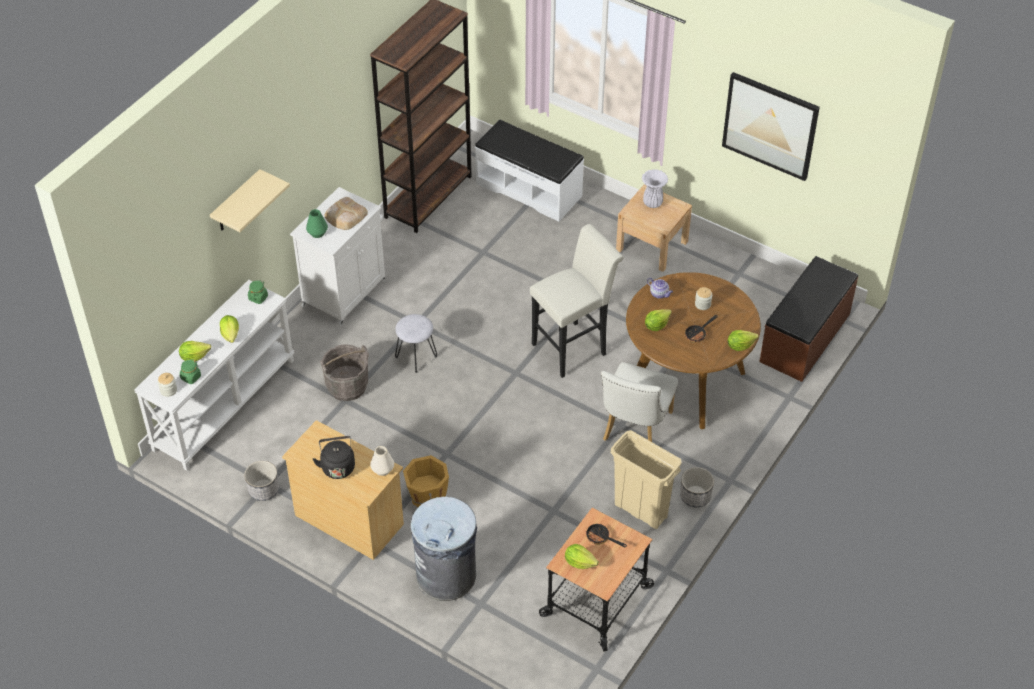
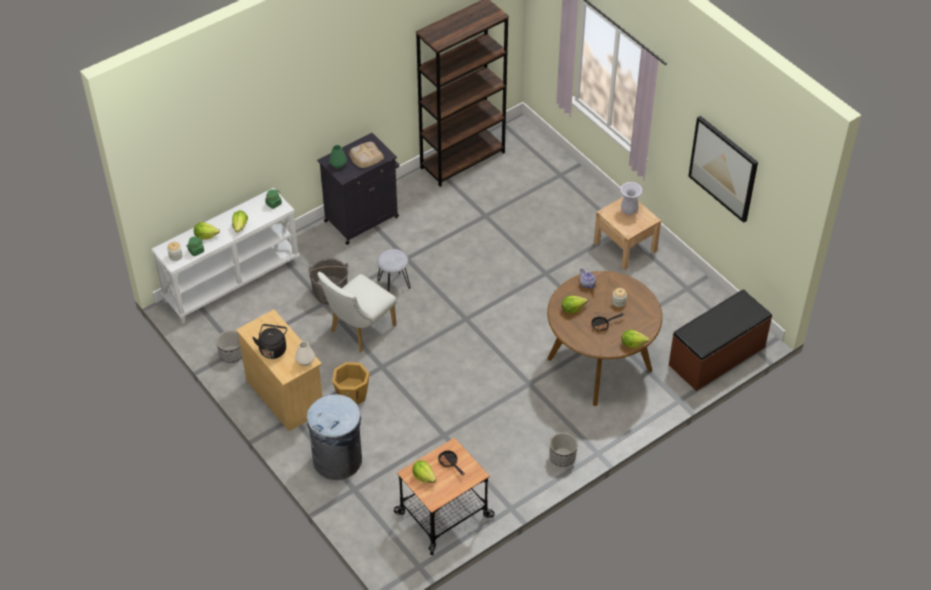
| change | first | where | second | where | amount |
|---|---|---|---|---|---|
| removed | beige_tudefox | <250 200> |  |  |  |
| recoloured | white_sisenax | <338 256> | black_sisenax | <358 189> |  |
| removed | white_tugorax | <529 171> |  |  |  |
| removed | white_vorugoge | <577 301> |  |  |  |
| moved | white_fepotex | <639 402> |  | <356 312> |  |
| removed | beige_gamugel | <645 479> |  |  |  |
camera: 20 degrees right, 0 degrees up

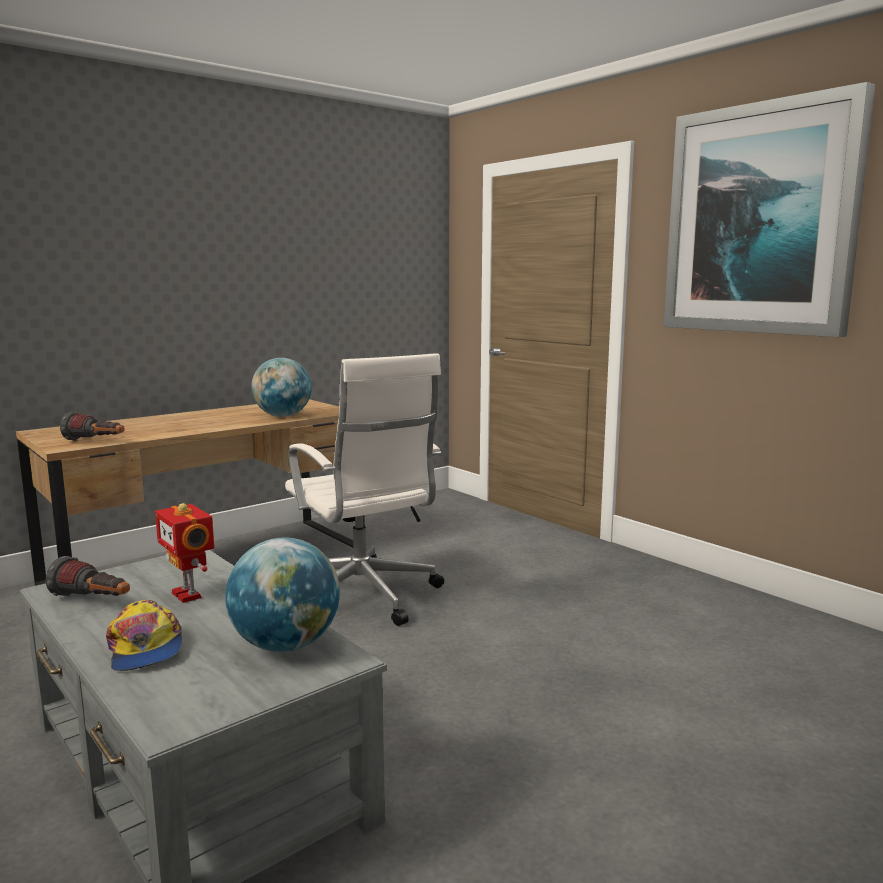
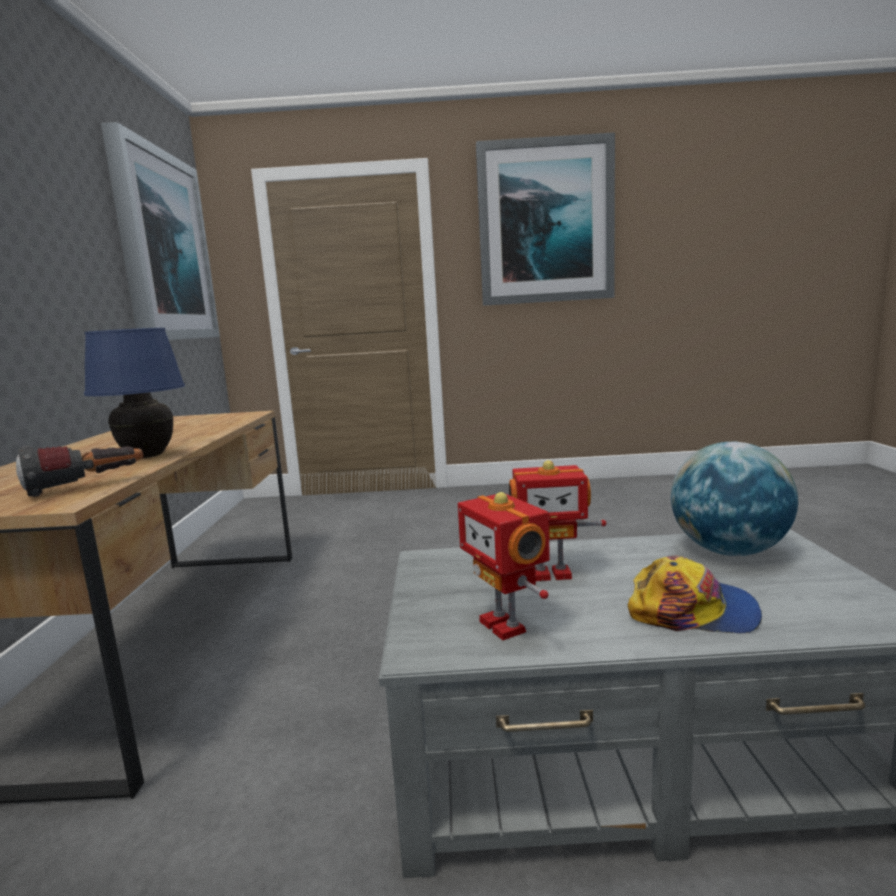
| change | first | where | second | where | amount |
|---|---|---|---|---|---|
| replaced | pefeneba | <88 576> | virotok | <504 566> |  |
| removed | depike | <281 387> |  |  |  |
| removed | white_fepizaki | <364 489> |  |  |  |
| added |  |  | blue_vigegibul | <134 393> |  |
| added |  |  | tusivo | <160 231> |  |
camera: 50 degrees left, 0 degrees up

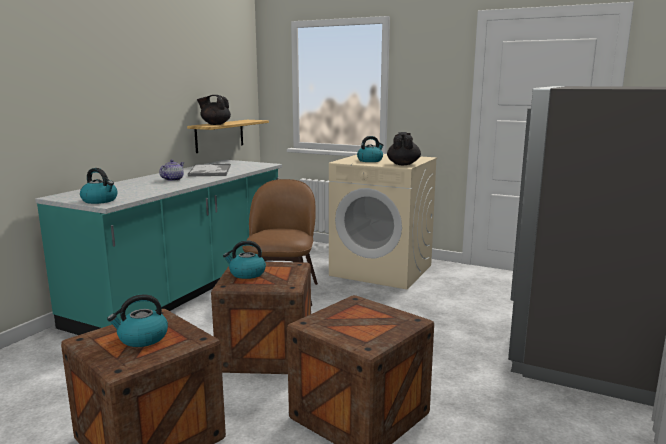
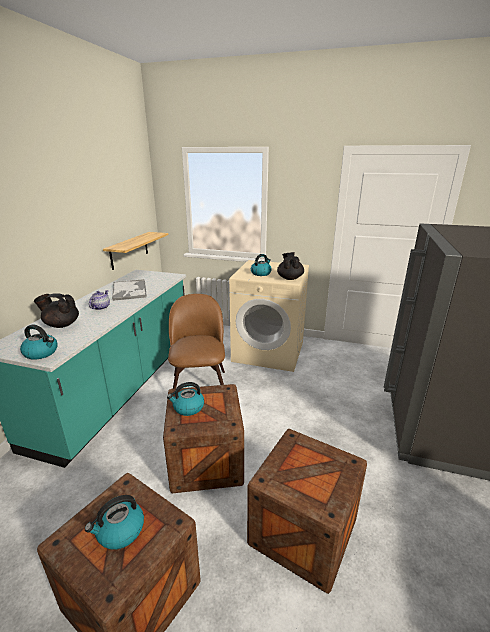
| change | first | where | second | where | amount |
|---|---|---|---|---|---|
| moved | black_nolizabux | <214 110> |  | <56 310> |  |
camera: 10 degrees left, 10 degrees up

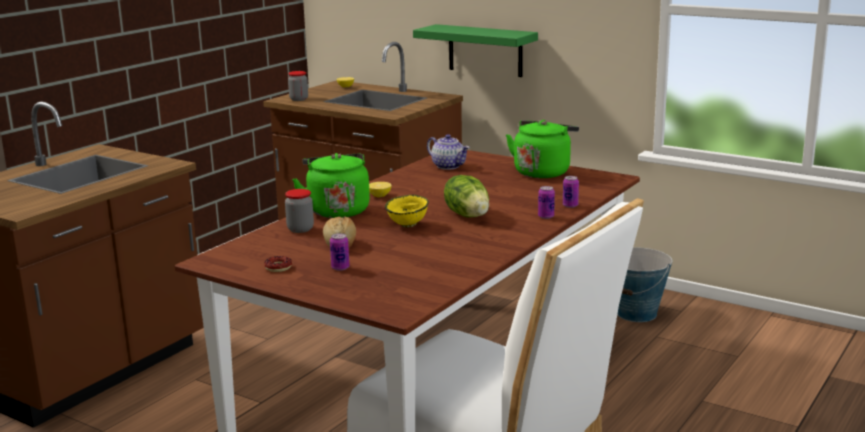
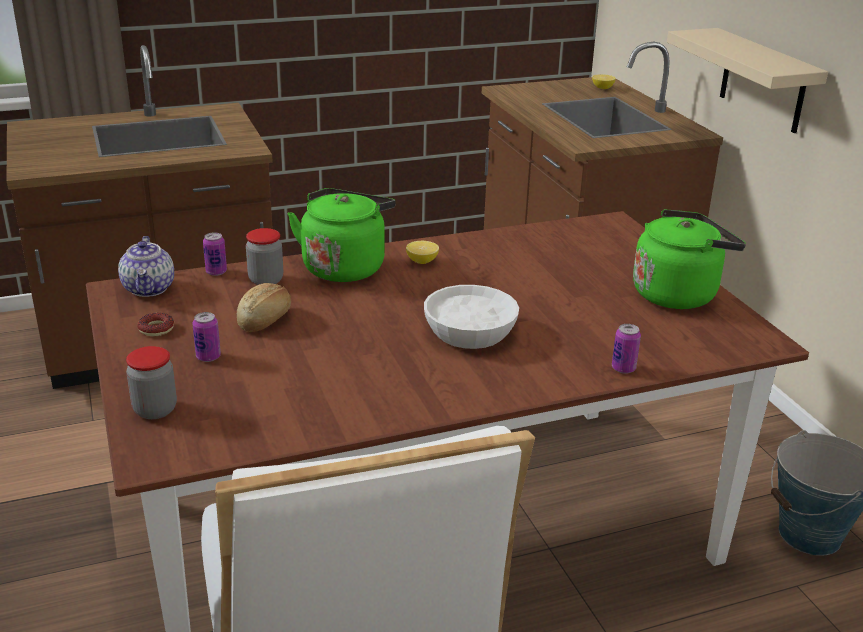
| change | first | where | second | where | amount |
|---|---|---|---|---|---|
| moved | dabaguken | <298 86> |  | <151 382> |  |
| removed | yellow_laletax | <407 211> |  |  |  |
| recoloured | green_tudefox | <475 50> | beige_tudefox | <747 80> |  |
| moved | nolizabux | <448 152> |  | <146 266> |  |
| replaced | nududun | <466 196> | white_laletax | <471 317> |  |
| moved | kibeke | <546 202> |  | <215 254> |  |
camera: 35 degrees right, 10 degrees up

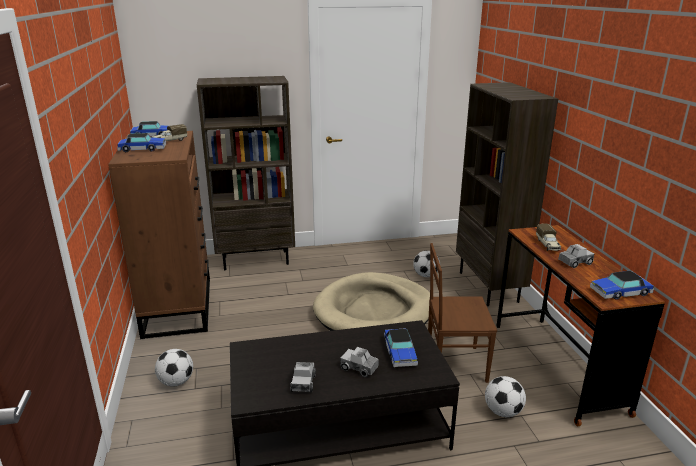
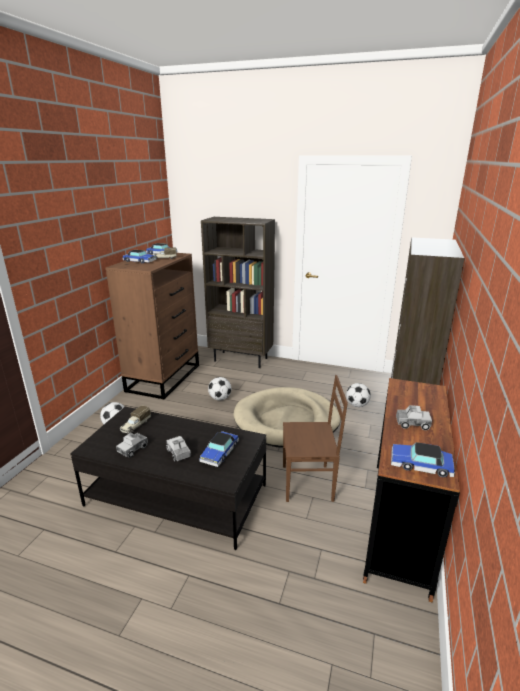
| change | first | where | second | where | amount |
|---|---|---|---|---|---|
| turned | brown_fepotex | <462 313> |  | <315 438> | 150 degrees clockwise |
| moved | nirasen | <505 396> |  | <219 388> |  |
| moved | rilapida | <548 237> |  | <135 419> |  |
camera: 30 degrees right, 0 degrees up

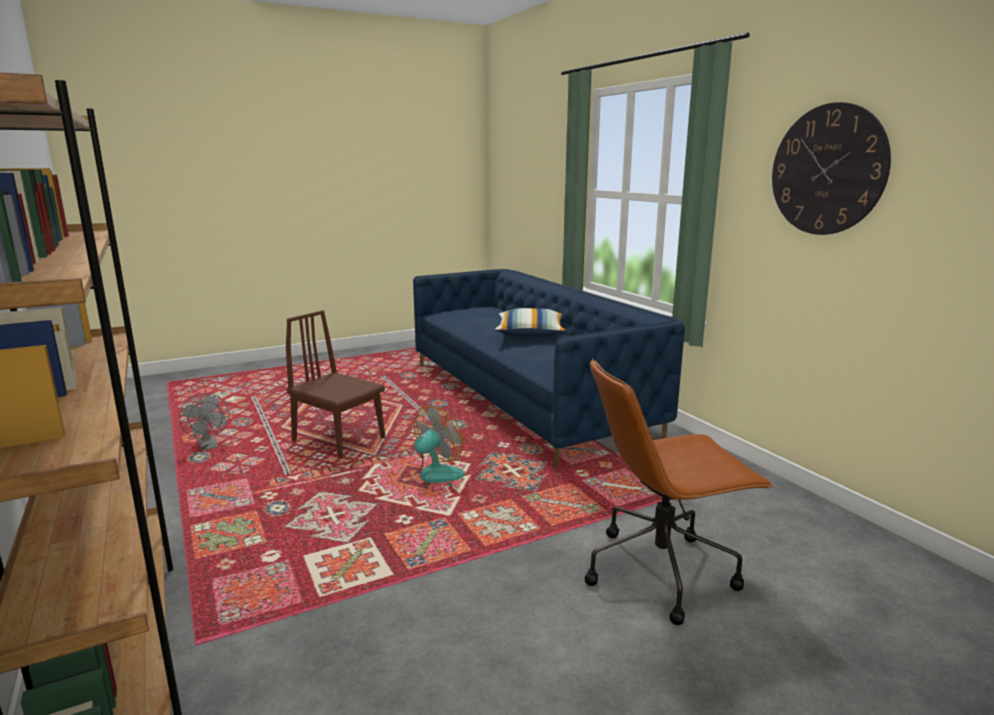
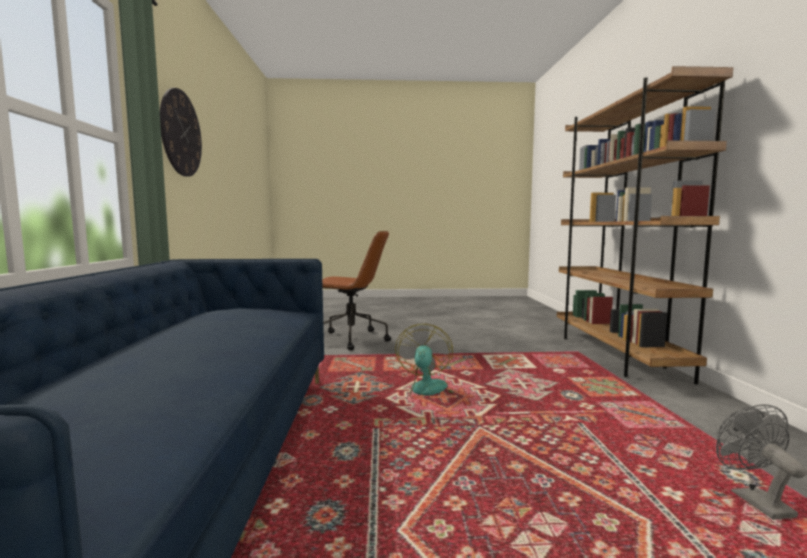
| change | first | where | second | where | amount |
|---|---|---|---|---|---|
| removed | brown_fepotex | <335 384> |  |  |  |
| turned | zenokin | <434 446> |  | <424 364> | 120 degrees clockwise |
| removed | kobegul | <530 322> |  |  |  |
camera: 155 degrees left, 10 degrees down

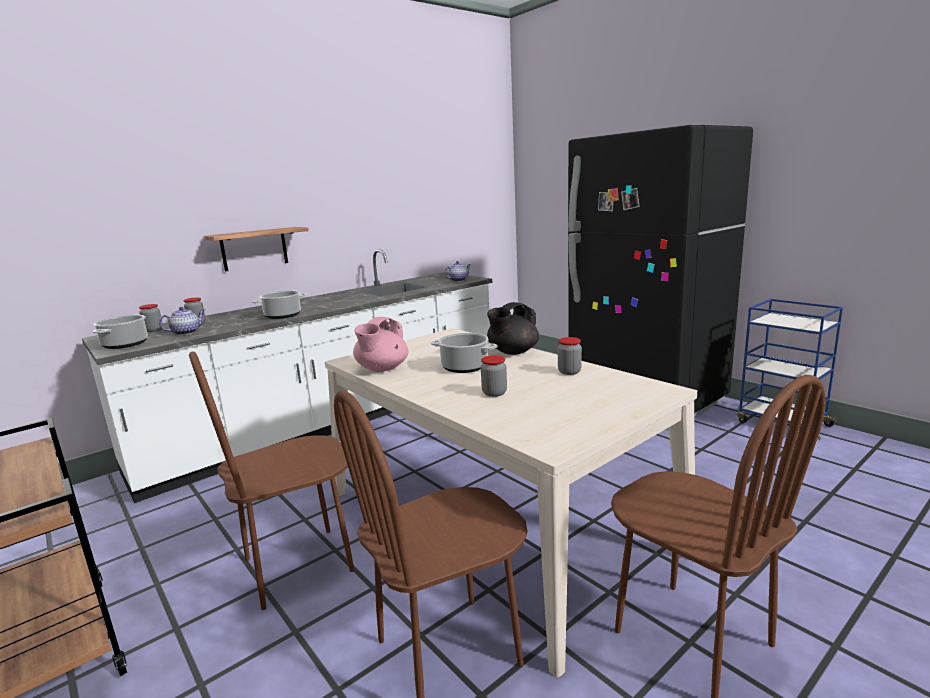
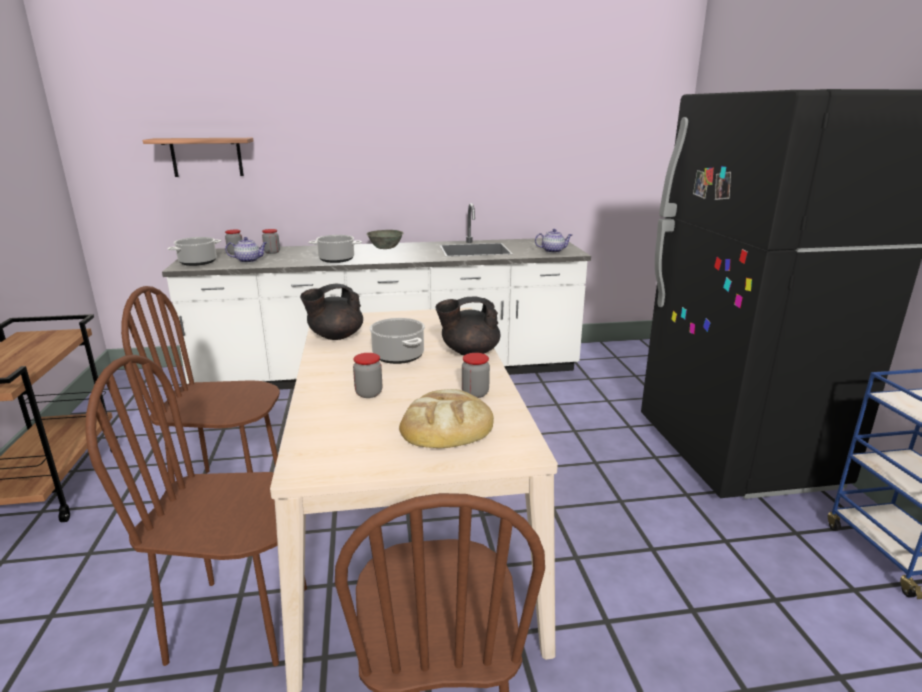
| change | first | where | second | where | amount |
|---|---|---|---|---|---|
| moved | tudefox | <256 249> |  | <198 157> |  |
| recoloured | pink_nolizabux | <380 344> | black_nolizabux | <331 312> |  |
| added |  |  | grey_laletax | <385 239> |  |
| added |  |  | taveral | <446 418> |  |
camera: 30 degrees right, 5 degrees up

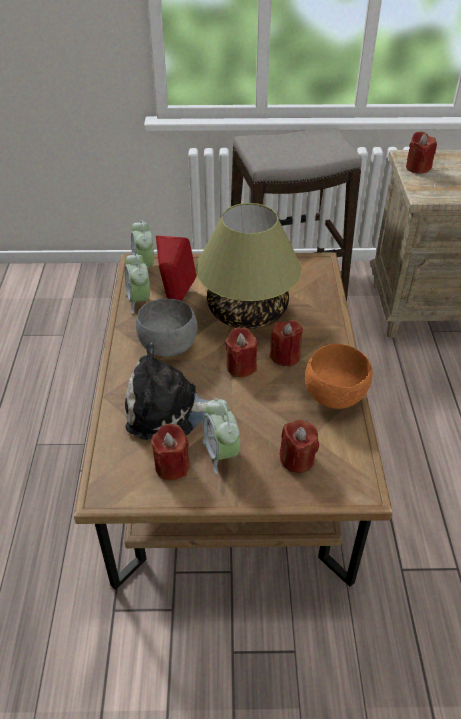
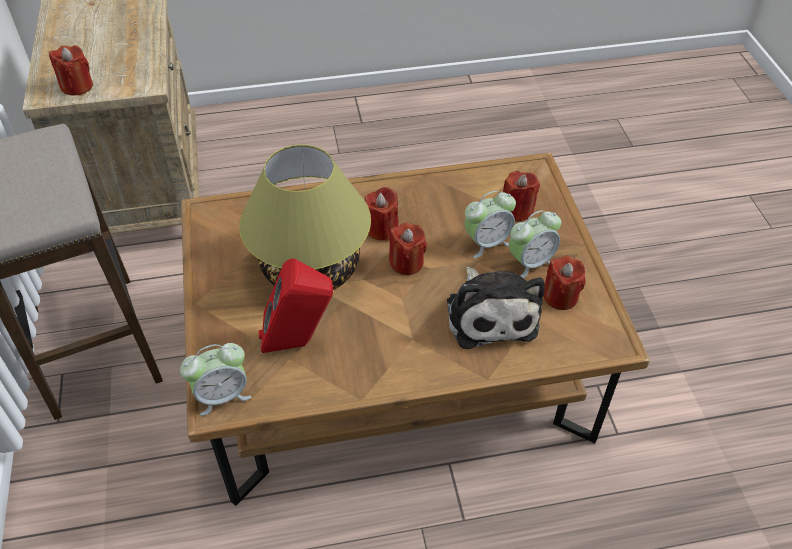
| change | first | where | second | where | amount |
|---|---|---|---|---|---|
| moved | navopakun | <137 283> |  | <490 224> |  |
| removed | grey_laletax | <166 328> |  |  |  |
| removed | orange_laletax | <338 376> |  |  |  |
camera: 100 degrees left, 5 degrees up

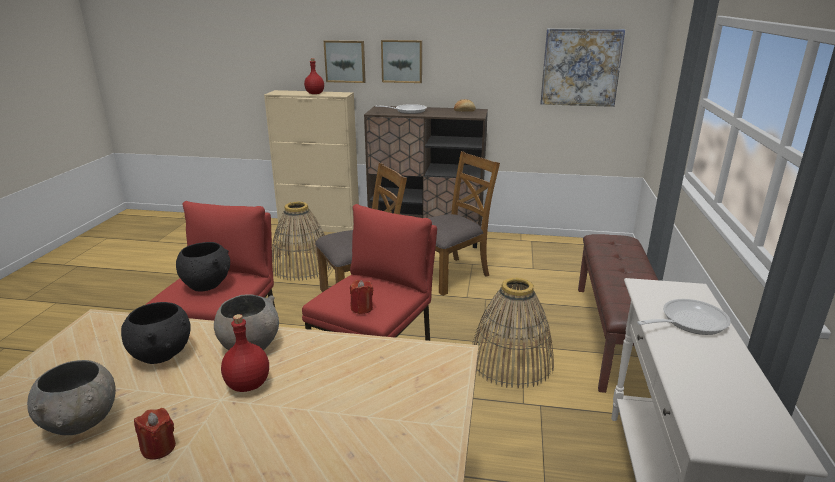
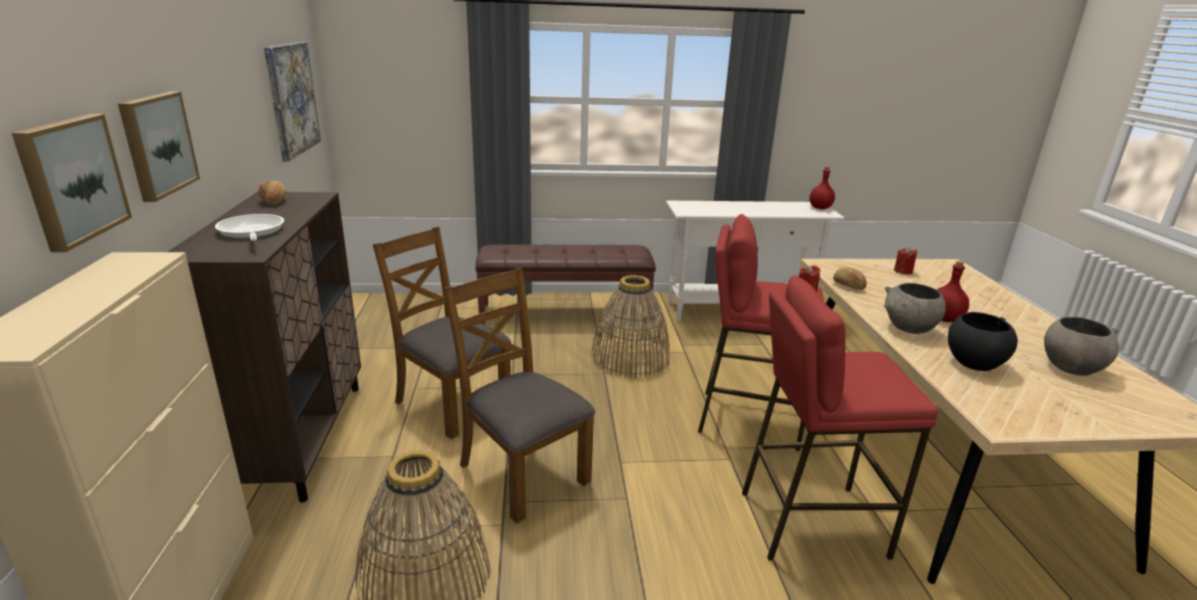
| change | first | where | second | where | amount |
|---|---|---|---|---|---|
| moved | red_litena | <155 434> |  | <906 261> |  |
| removed | black_laletax | <203 266> |  |  |  |
| moved | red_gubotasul | <314 76> |  | <822 187> |  |
| removed | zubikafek | <684 317> |  |  |  |
| added |  |  | taveral | <850 278> |  |
camera: 105 degrees left, 0 degrees up

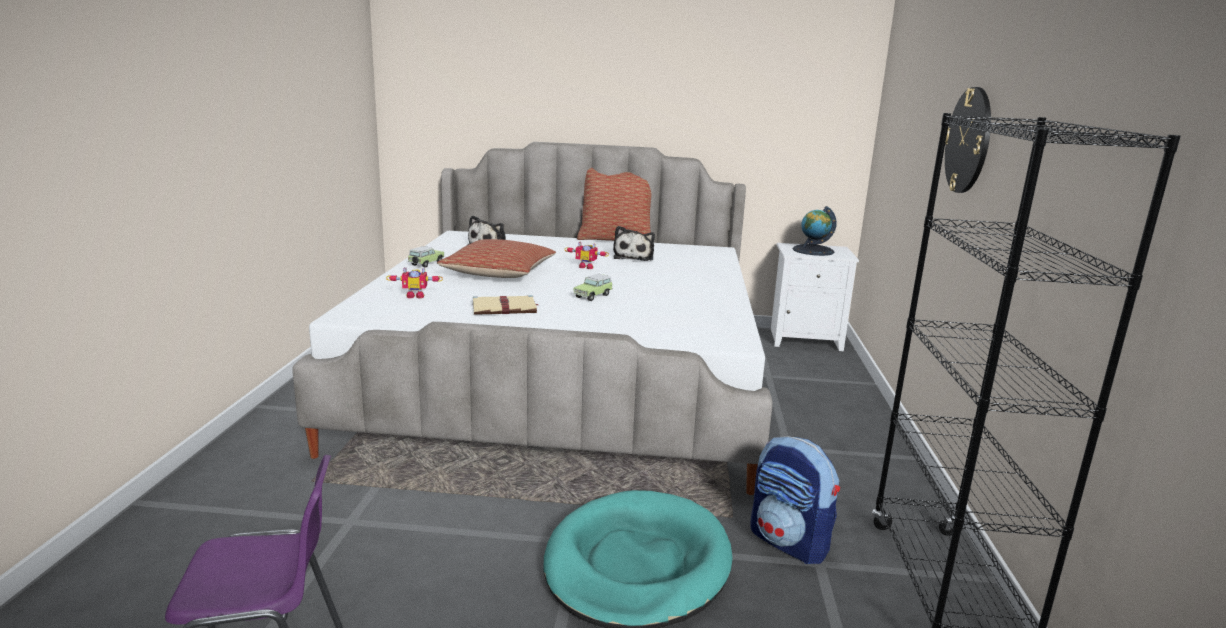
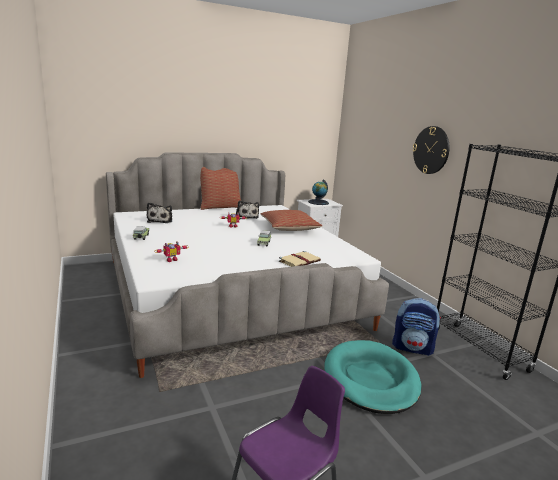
| change | first | where | second | where | amount |
|---|---|---|---|---|---|
| moved | kobegul | <496 258> |  | <291 220> |  |
| moved | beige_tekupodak | <505 305> |  | <300 259> |  |
camera: 30 degrees left, 0 degrees up

